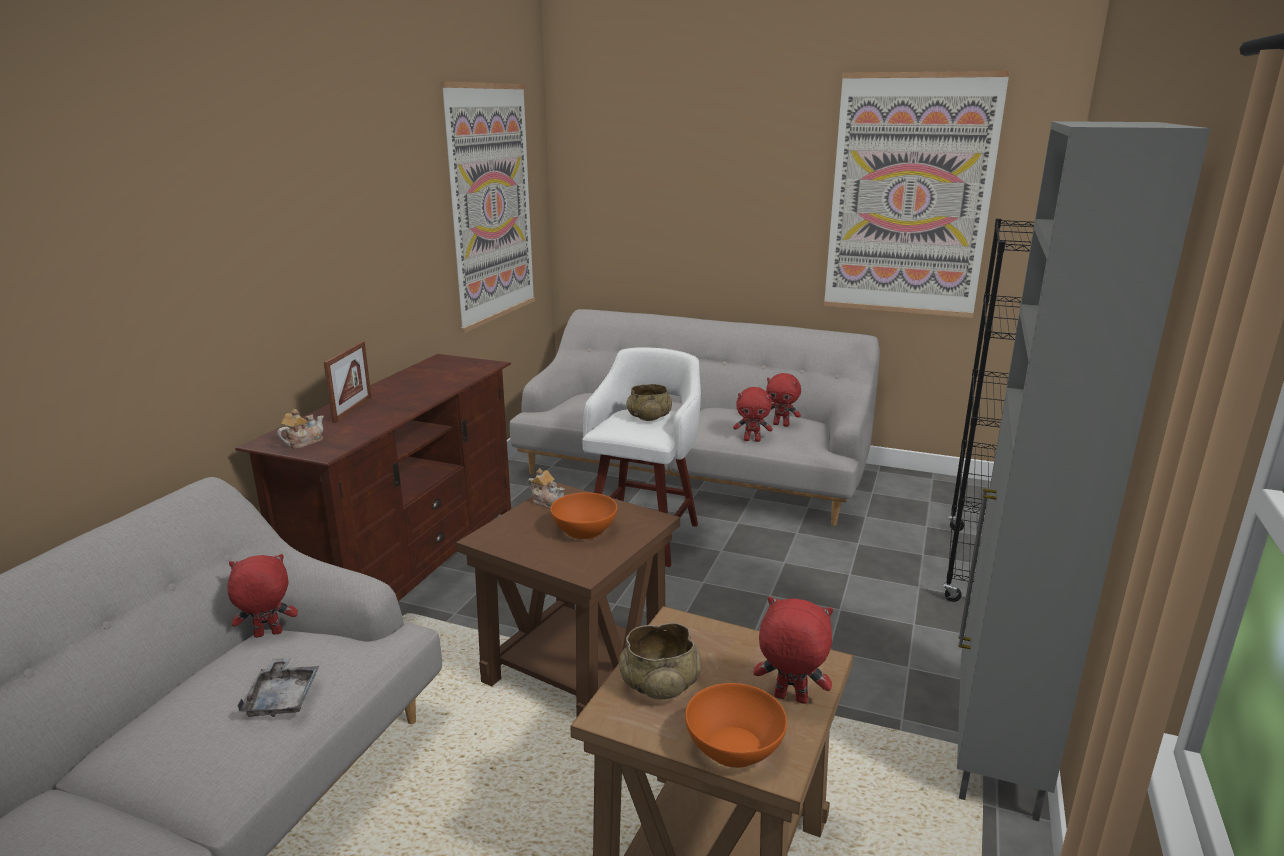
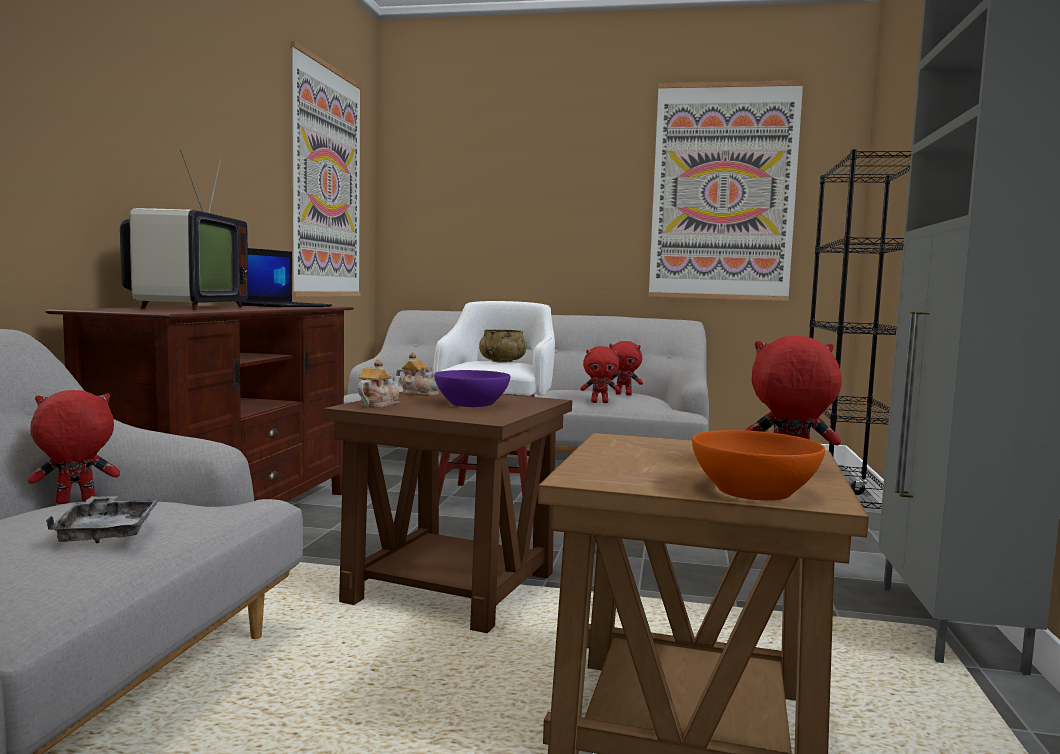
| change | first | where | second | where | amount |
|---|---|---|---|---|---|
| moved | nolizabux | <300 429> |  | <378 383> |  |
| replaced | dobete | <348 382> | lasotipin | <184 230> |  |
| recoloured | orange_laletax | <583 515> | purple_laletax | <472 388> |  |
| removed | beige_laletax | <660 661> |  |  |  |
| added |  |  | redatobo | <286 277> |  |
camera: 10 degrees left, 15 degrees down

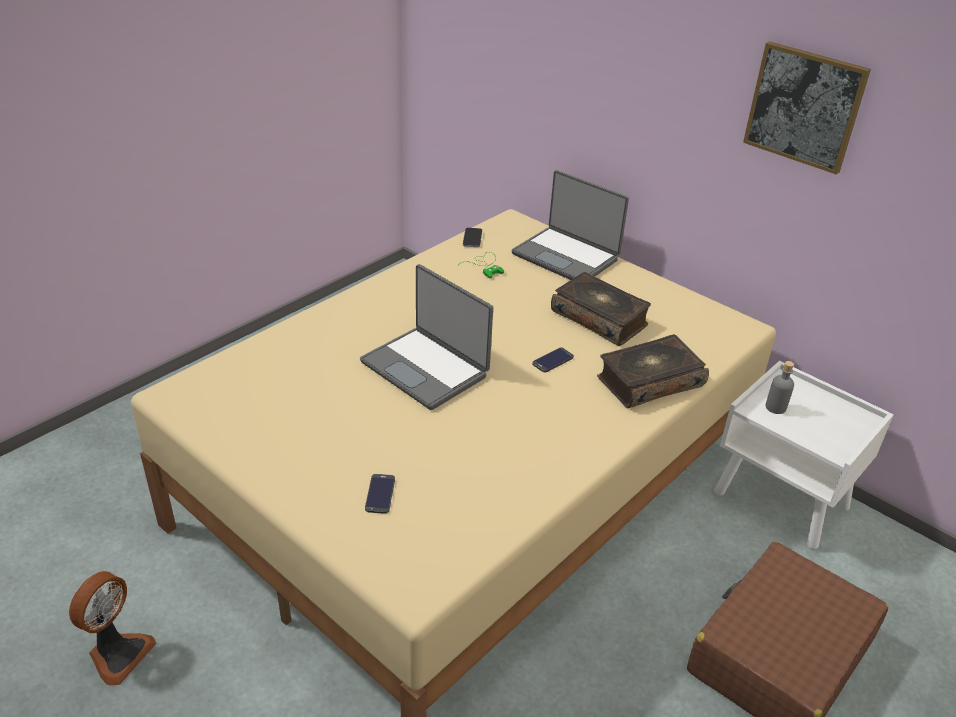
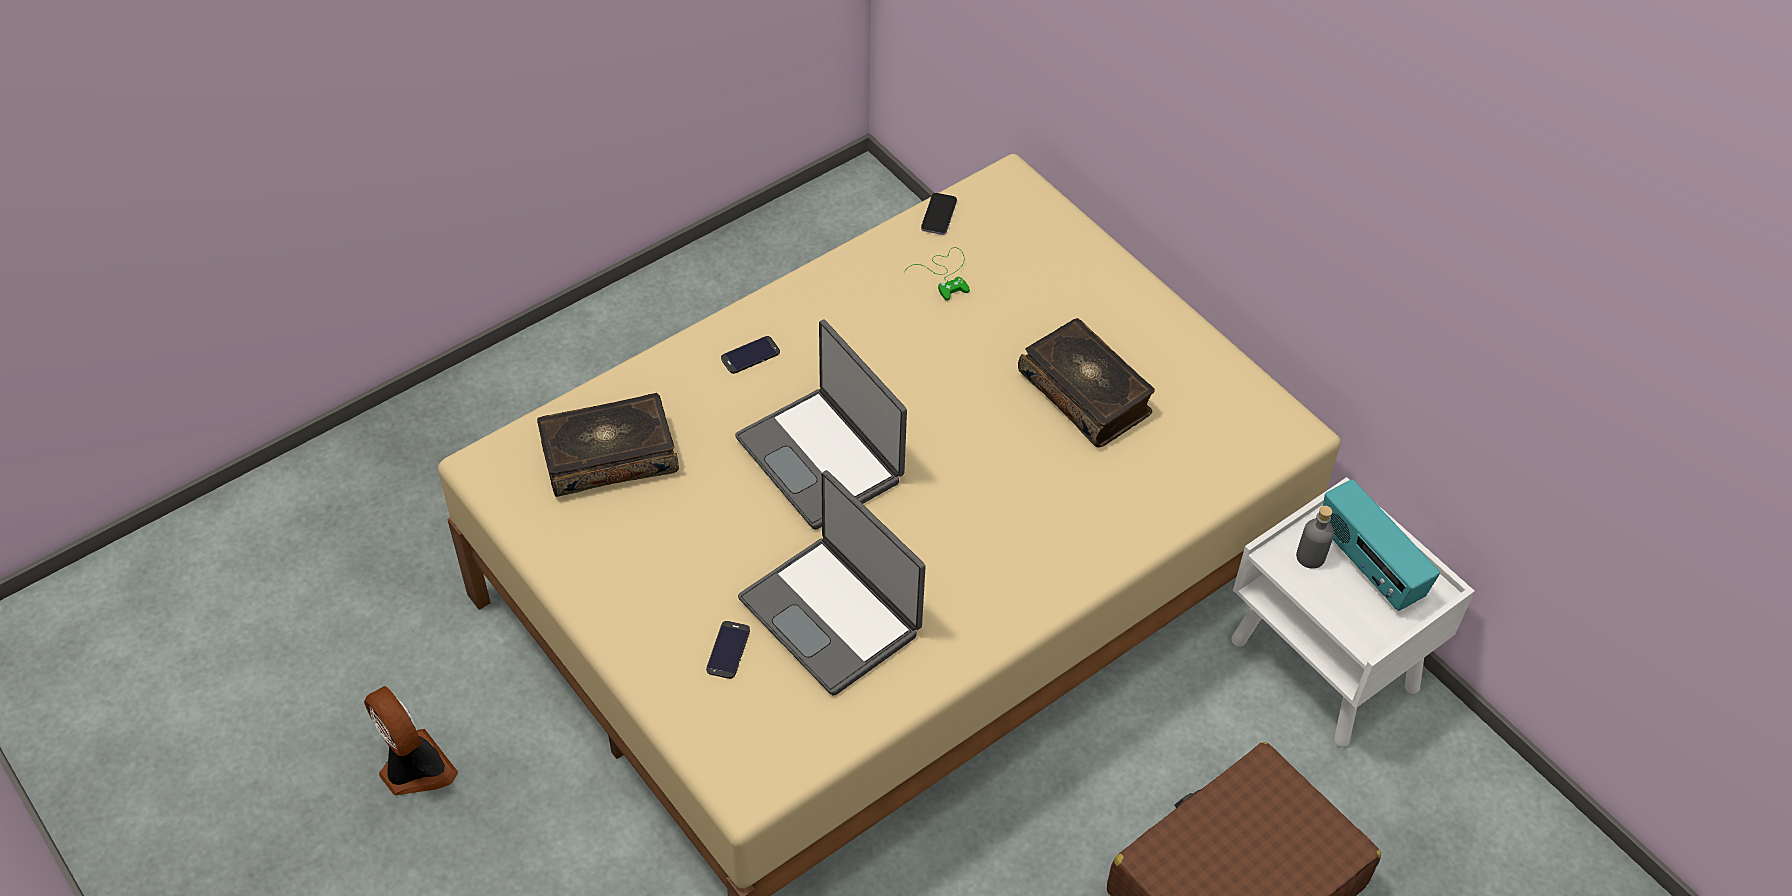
| change | first | where | second | where | amount |
|---|---|---|---|---|---|
| turned | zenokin | <112 628> |  | <411 741> | 75 degrees counterclockwise |
| moved | redatobo | <570 225> |  | <832 583> |  |
| moved | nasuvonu | <553 360> |  | <750 355> |  |
| moved | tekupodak | <653 371> |  | <608 445> |  |
| removed | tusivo | <807 107> |  |  |  |
| added |  |  | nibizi | <1381 545> |  |
camera: 10 degrees right, 15 degrees up

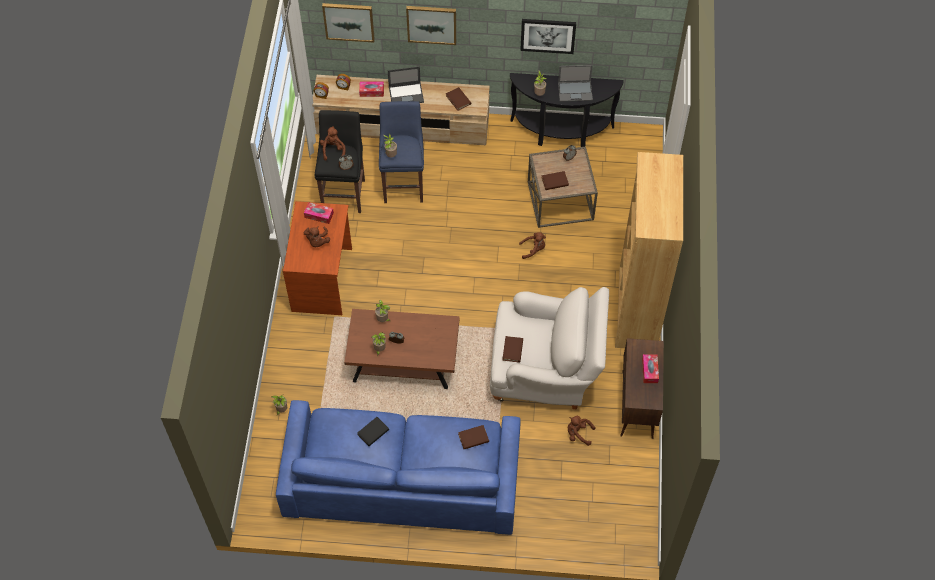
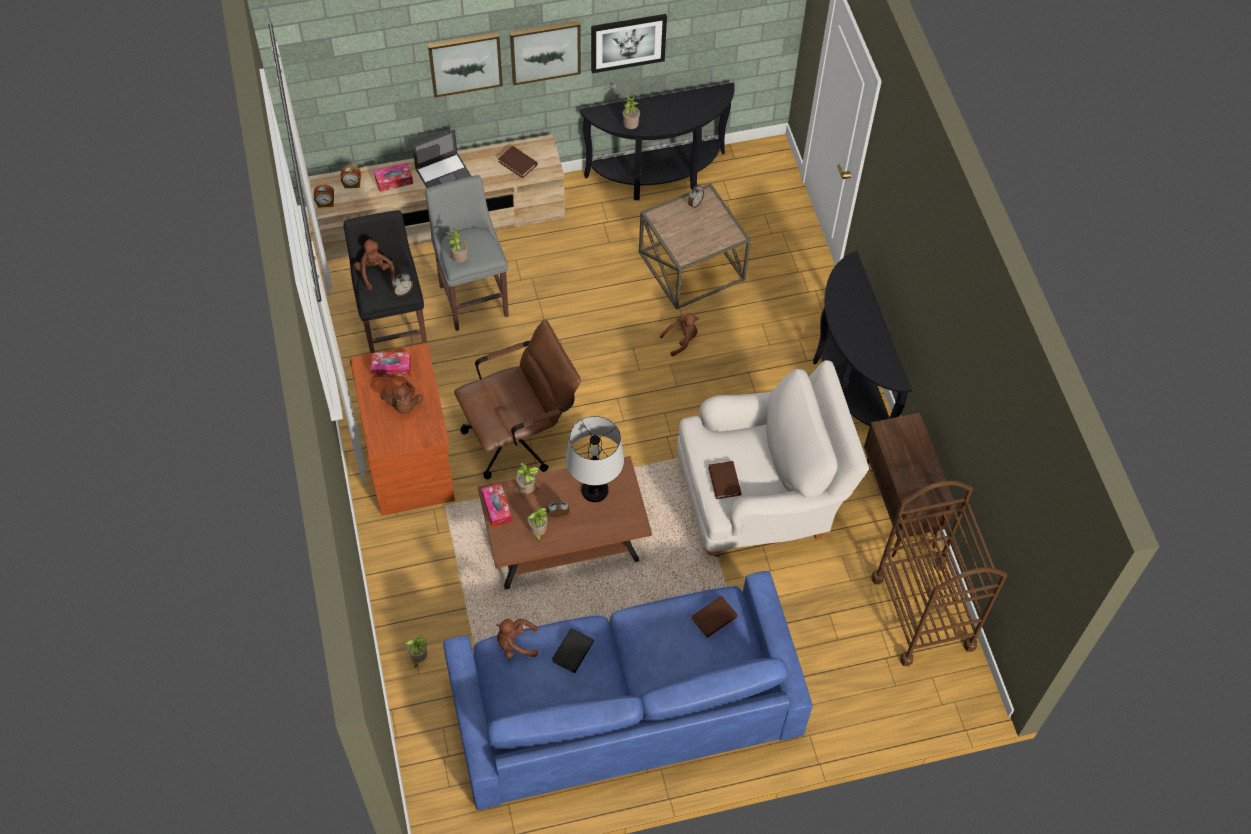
| change | first | where | second | where | amount |
|---|---|---|---|---|---|
| moved | tusivo | <348 22> |  | <545 53> |  |
| recoloured | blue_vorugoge | <401 152> | grey_vorugoge | <467 253> |  |
| removed | brown_tekupodak | <555 180> |  |  |  |
| removed | redatobo | <575 83> |  |  |  |
| moved | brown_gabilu | <582 431> |  | <517 638> |  |
| replaced | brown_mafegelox | <649 250> | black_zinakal | <862 338> |  |
| moved | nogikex | <650 368> |  | <496 505> |  |
| added |  |  | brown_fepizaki | <517 399> |  |
| added |  |  | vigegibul | <595 459> |  |
| added |  |  | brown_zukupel | <939 573> |  |
camera: 20 degrees left, 0 degrees up

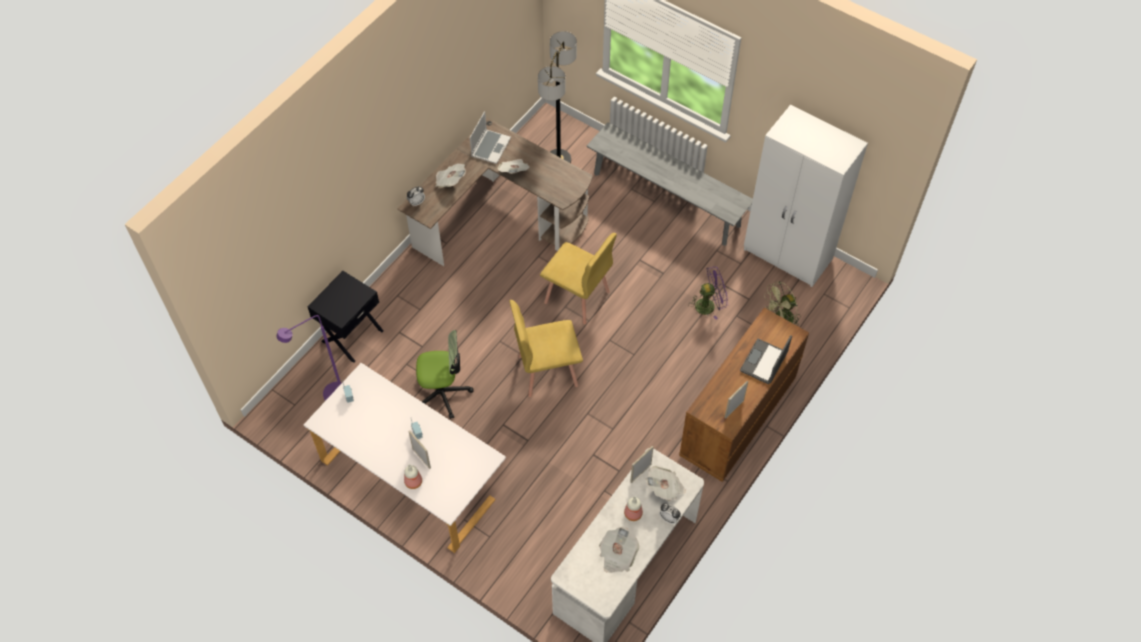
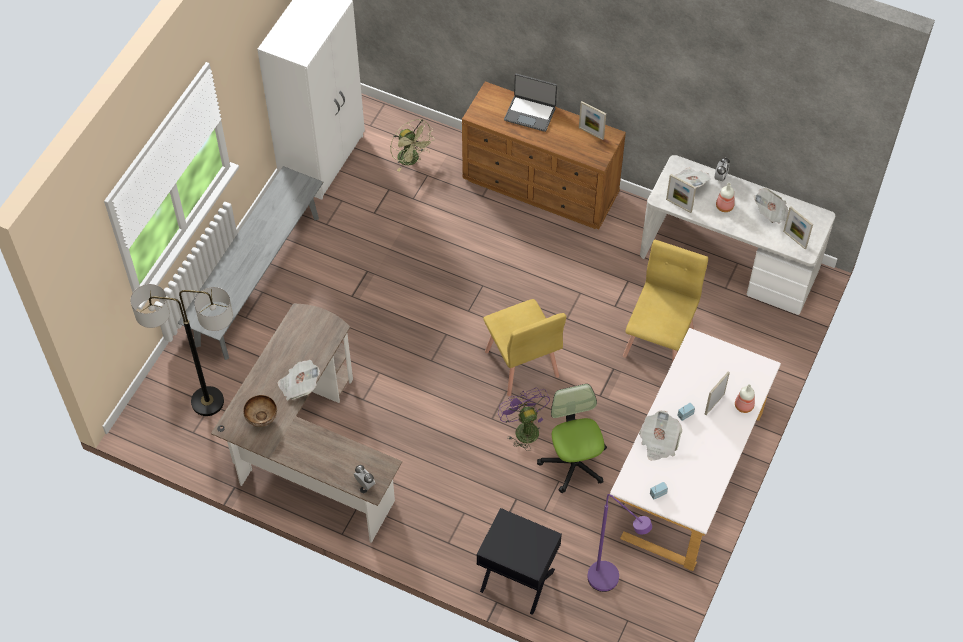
| change | first | where | second | where | amount |
|---|---|---|---|---|---|
| moved | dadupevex | <450 175> |  | <660 436> |  |
| replaced | redatobo | <490 137> | laletax | <260 411> |  |
| moved | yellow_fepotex | <578 278> |  | <665 301> |  |
| moved | purple_zenokin | <708 292> |  | <524 419> |  |
| added |  |  | dobete | <798 227> |  |
camera: 100 degrees left, 0 degrees up

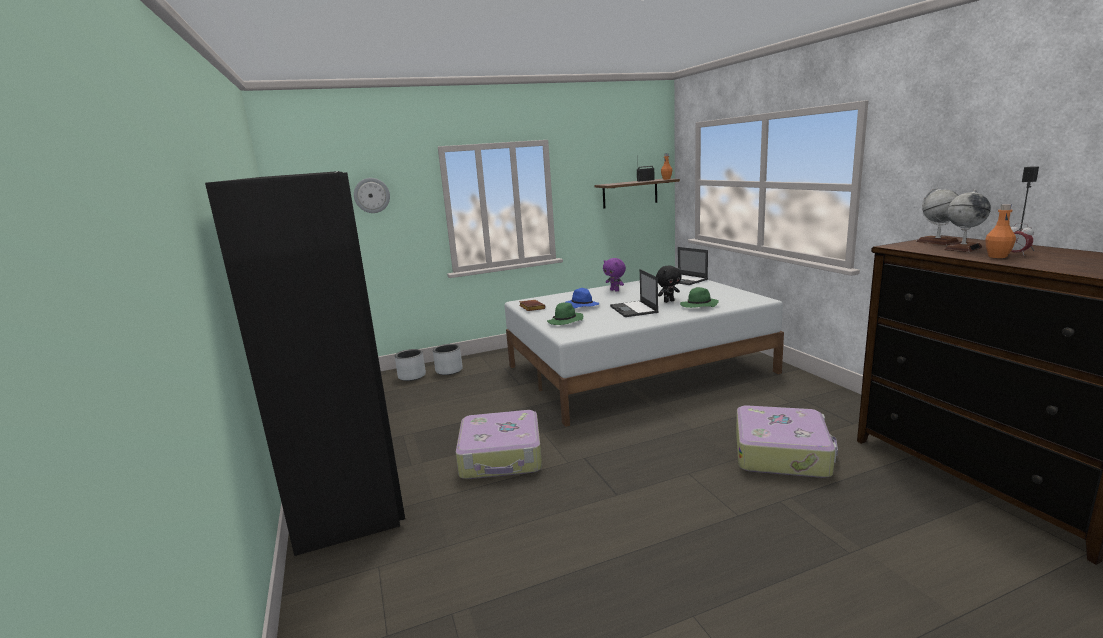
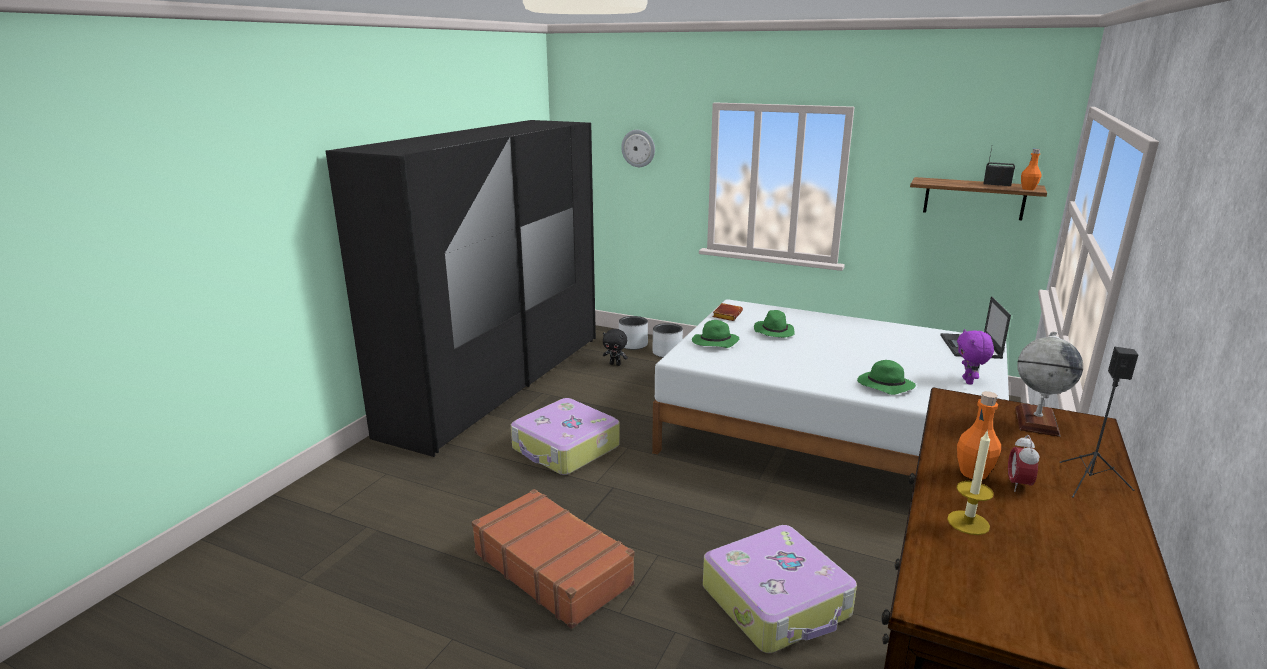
| change | first | where | second | where | amount |
|---|---|---|---|---|---|
| recoloured | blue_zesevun | <582 298> | green_zesevun | <774 324> |  |
| moved | purple_gabilu | <614 275> |  | <975 356> |  |
| removed | redatobo | <634 293> |  |  |  |
| moved | black_gabilu | <669 284> |  | <615 347> |  |
| removed | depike | <967 221> |  |  |  |
| added |  |  | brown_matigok | <553 559> |  |
| added |  |  | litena | <970 482> |  |
camera: 45 degrees right, 5 degrees up

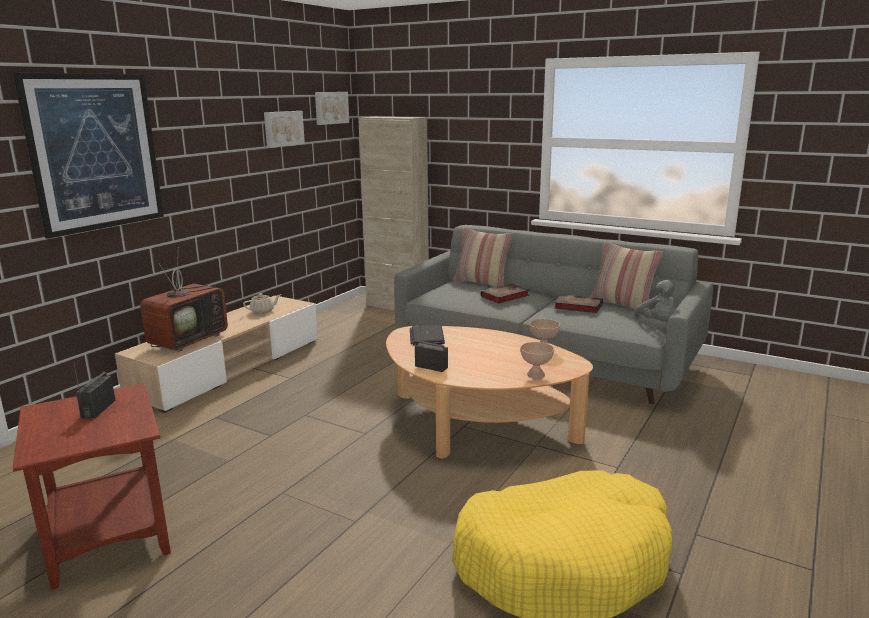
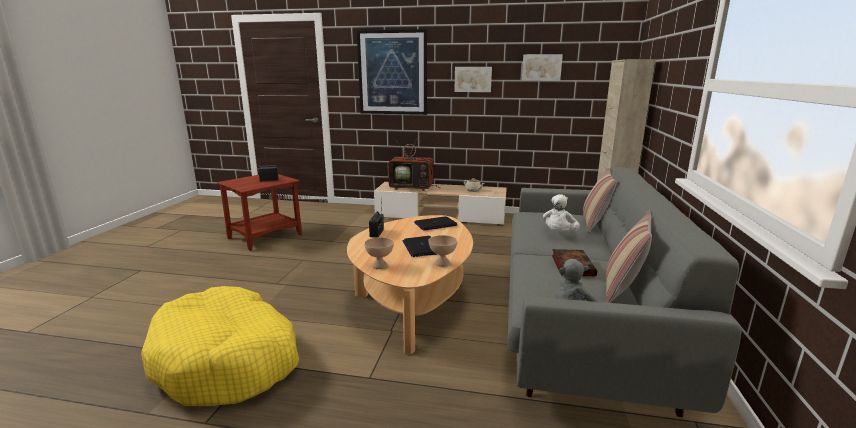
| change | first | where | second | where | amount |
|---|---|---|---|---|---|
| moved | tusivo | <332 108> |  | <473 79> |  |
| replaced | tekupodak | <505 294> | white_gabilu | <561 213> |  |
| added |  |  | redatobo | <419 246> |  |
camera: 70 degrees right, 0 degrees up

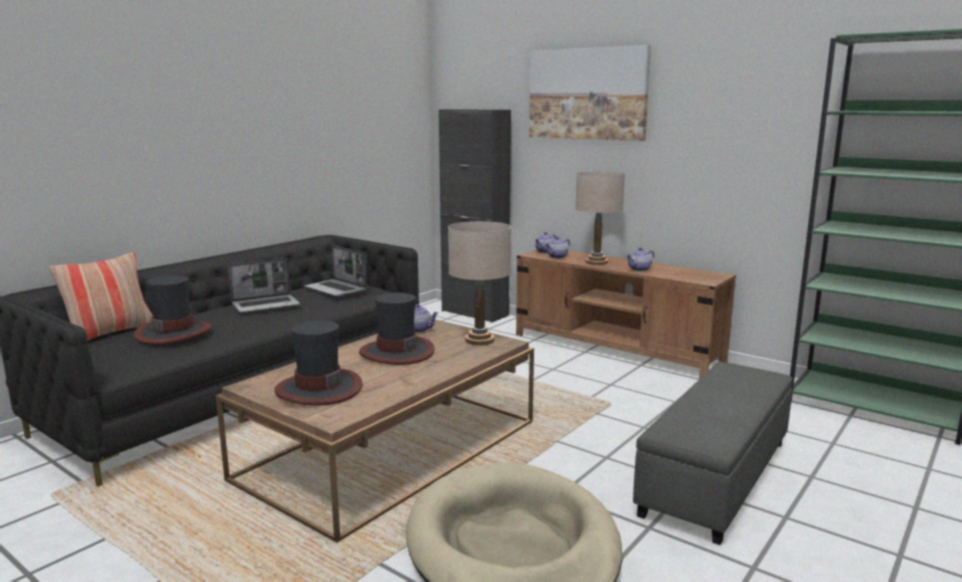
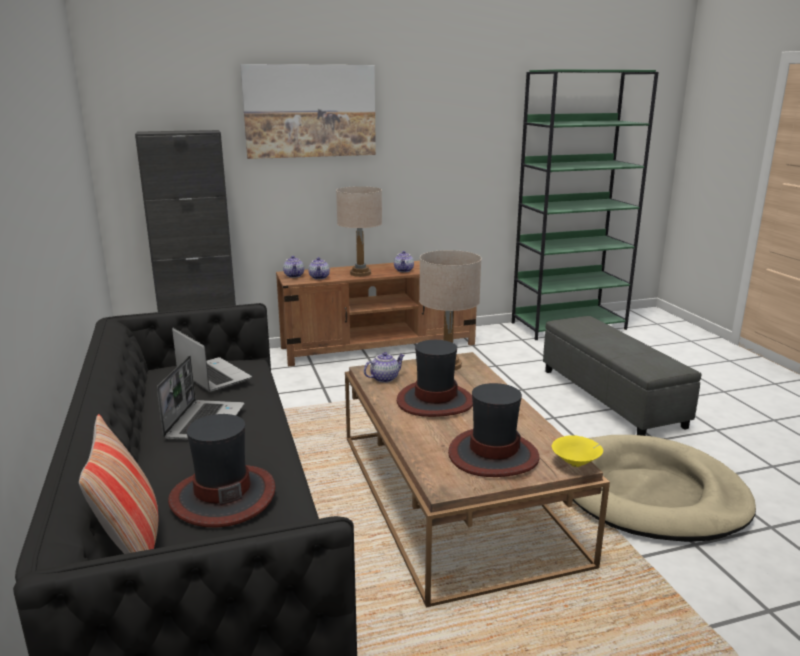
| change | first | where | second | where | amount |
|---|---|---|---|---|---|
| turned | redatobo | <335 271> |  | <212 360> | 120 degrees counterclockwise |
| added |  |  | yellow_laletax | <577 451> |  |
camera: 55 degrees left, 5 degrees up

